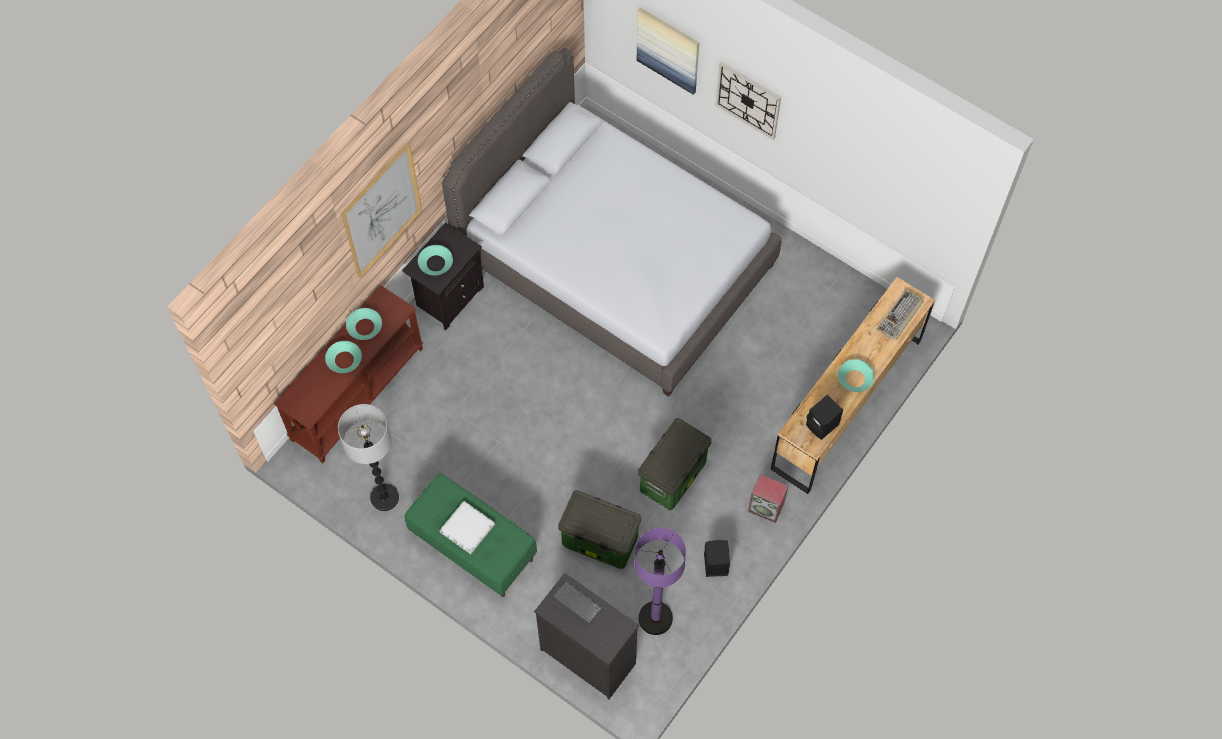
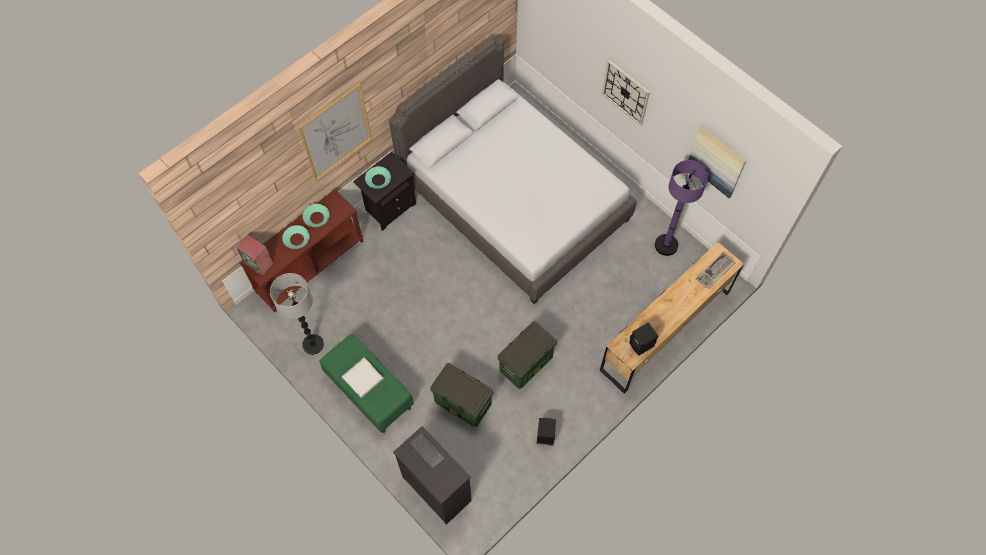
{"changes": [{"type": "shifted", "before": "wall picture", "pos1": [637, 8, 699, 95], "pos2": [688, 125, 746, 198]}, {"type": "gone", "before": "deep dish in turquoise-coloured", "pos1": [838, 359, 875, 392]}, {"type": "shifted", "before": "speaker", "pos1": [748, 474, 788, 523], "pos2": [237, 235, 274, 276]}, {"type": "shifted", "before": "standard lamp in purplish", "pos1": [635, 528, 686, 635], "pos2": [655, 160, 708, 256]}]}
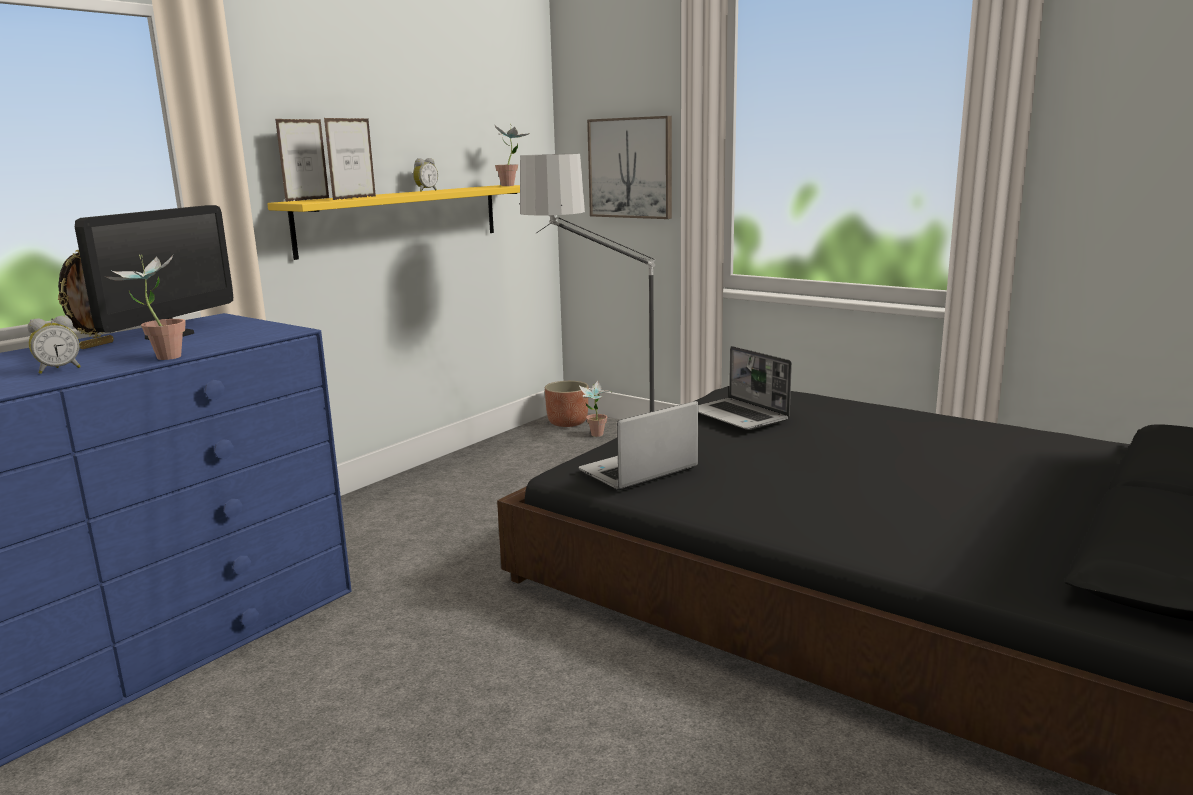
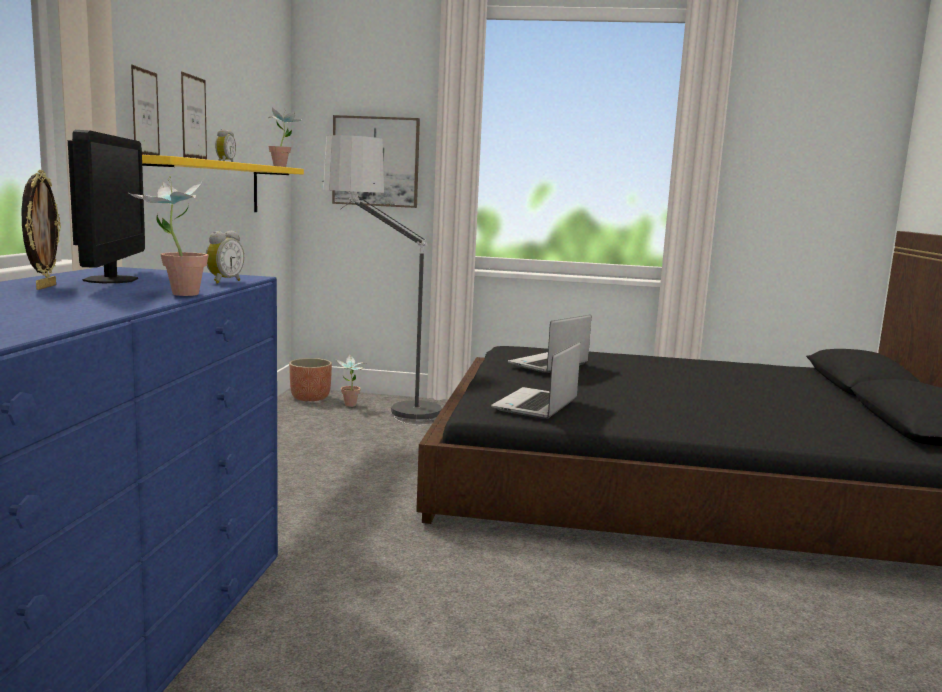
{"changes": [{"type": "shifted", "before": "bedside clock", "pos1": [28, 315, 81, 374], "pos2": [206, 231, 244, 284]}, {"type": "rotated", "before": "portable computer", "pos1": [698, 346, 792, 430], "pos2": [508, 315, 591, 373], "turn": 105}]}
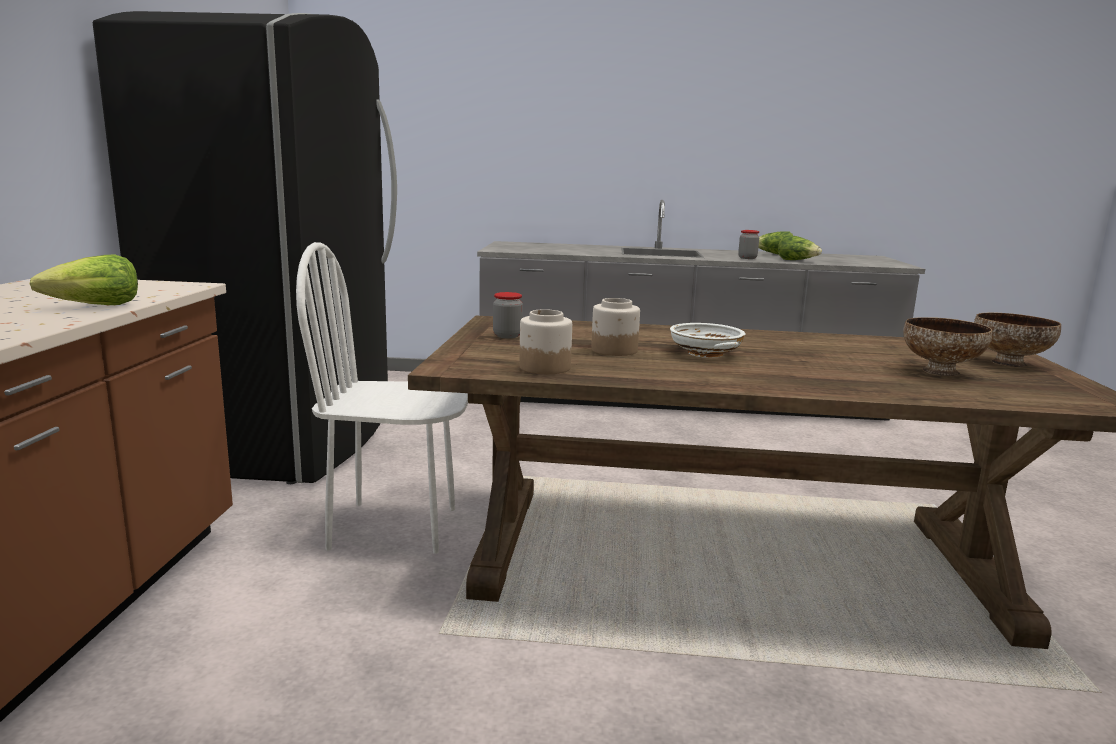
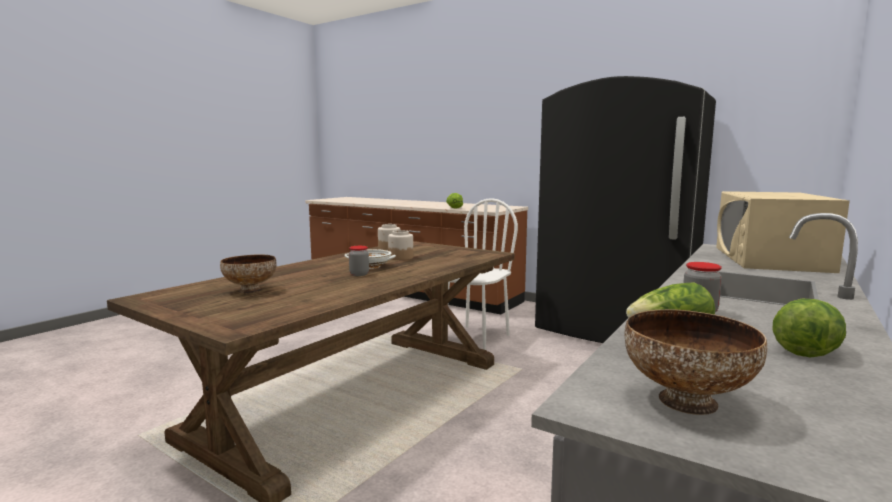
{"changes": [{"type": "shifted", "before": "preserve jar", "pos1": [493, 292, 523, 338], "pos2": [349, 246, 369, 276]}, {"type": "shifted", "before": "deep dish", "pos1": [974, 312, 1061, 367], "pos2": [625, 309, 767, 415]}, {"type": "new", "after": "kitchen microwave in beige-coloured", "pos2": [716, 191, 850, 273]}]}
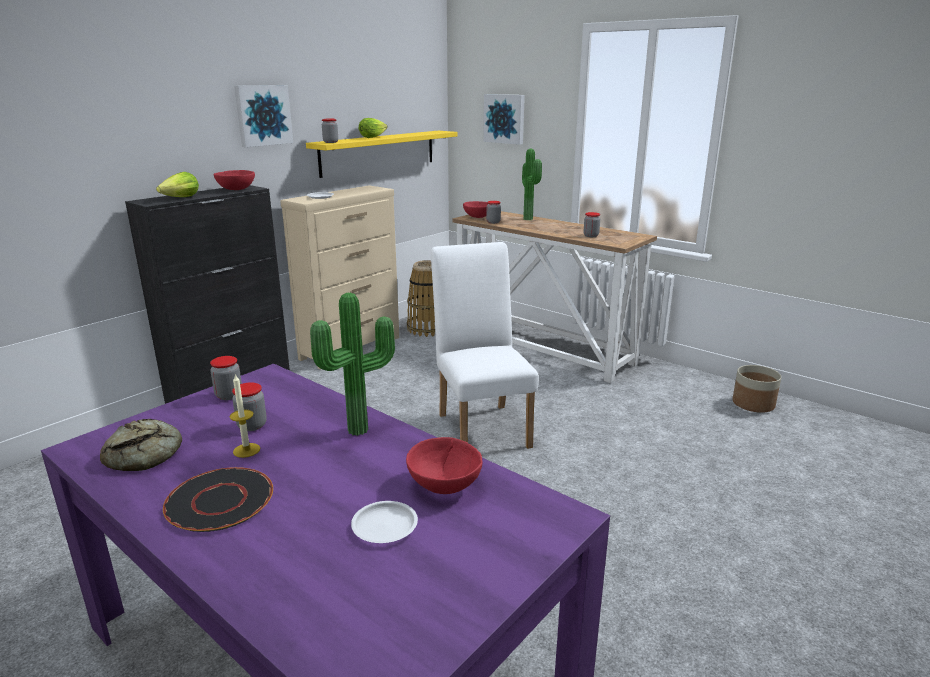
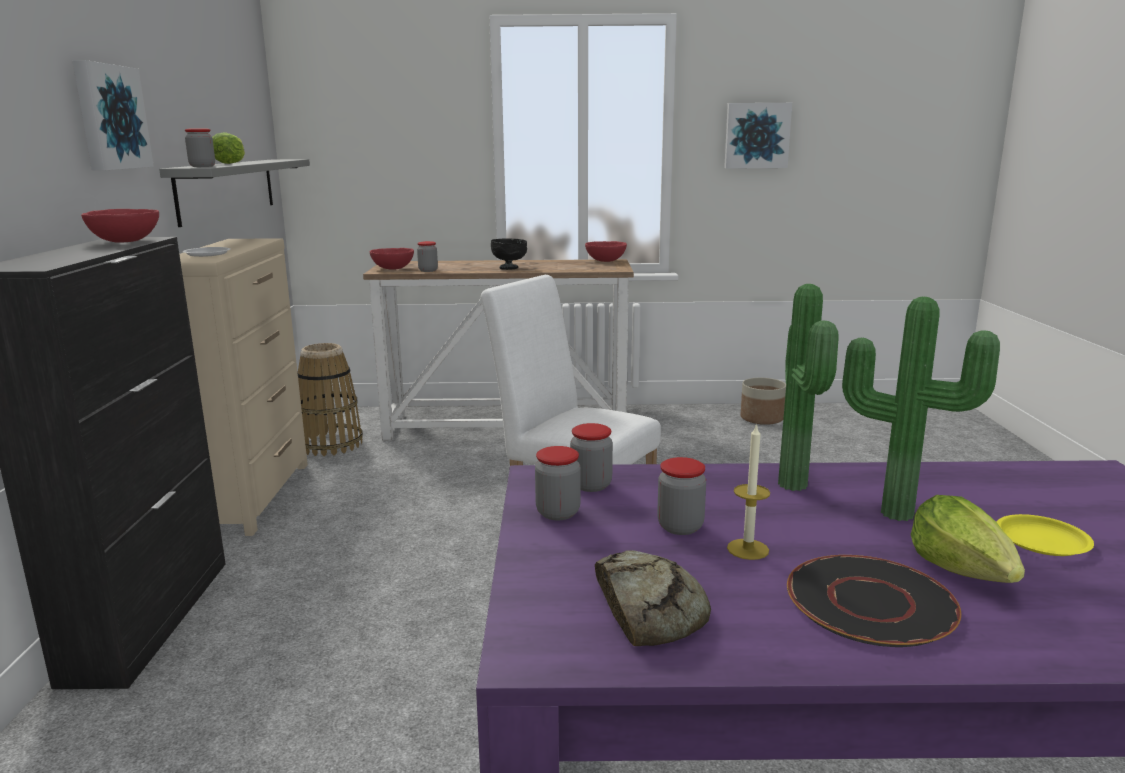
{"changes": [{"type": "shifted", "before": "wall picture", "pos1": [483, 94, 525, 145], "pos2": [724, 103, 792, 169]}, {"type": "repainted", "before": "bracket shelf in yellow", "after": "bracket shelf in greyish", "pos1": [306, 131, 458, 178], "pos2": [159, 159, 310, 227]}, {"type": "shifted", "before": "houseplant", "pos1": [522, 149, 542, 220], "pos2": [842, 297, 1000, 521]}, {"type": "shifted", "before": "lettuce head", "pos1": [156, 172, 199, 197], "pos2": [911, 495, 1025, 583]}, {"type": "shifted", "before": "preserve jar", "pos1": [583, 212, 600, 237], "pos2": [570, 423, 613, 492]}, {"type": "shifted", "before": "deep dish in red", "pos1": [406, 437, 482, 494], "pos2": [585, 241, 627, 262]}, {"type": "repainted", "before": "plate in white-coloured", "after": "plate in yellow", "pos1": [351, 501, 418, 543], "pos2": [997, 514, 1094, 556]}, {"type": "new", "after": "deep dish in blackish", "pos2": [491, 238, 527, 270]}]}
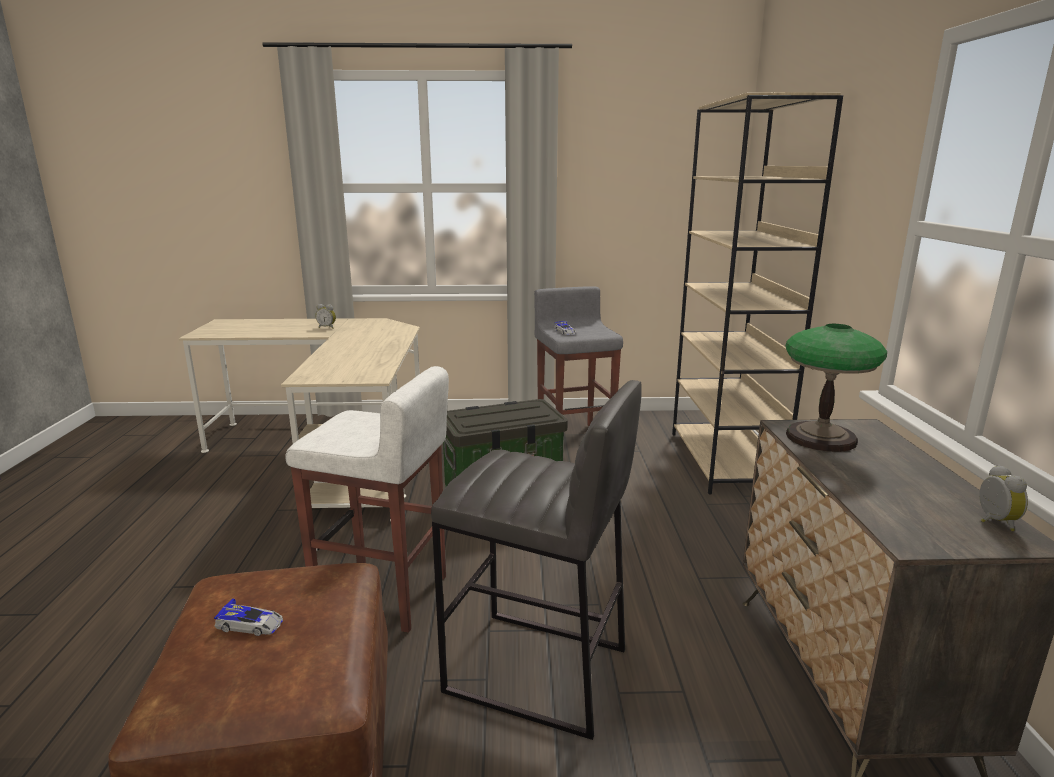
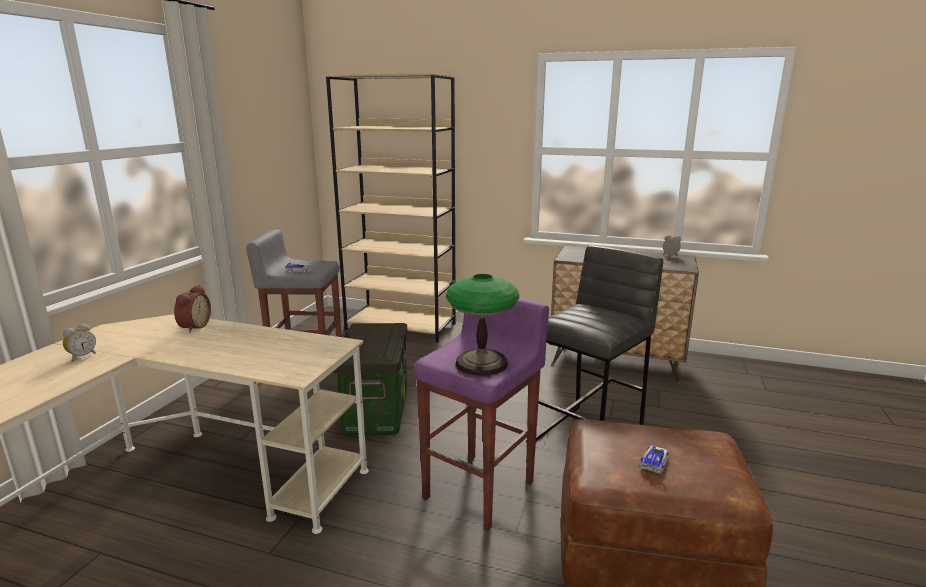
{"changes": [{"type": "shifted", "before": "lamp for a table", "pos1": [786, 324, 887, 452], "pos2": [446, 274, 519, 376]}, {"type": "repainted", "before": "stool seat in white-coloured", "after": "stool seat in purplish", "pos1": [285, 366, 449, 633], "pos2": [414, 298, 549, 531]}, {"type": "new", "after": "bedside clock", "pos2": [174, 285, 211, 333]}]}
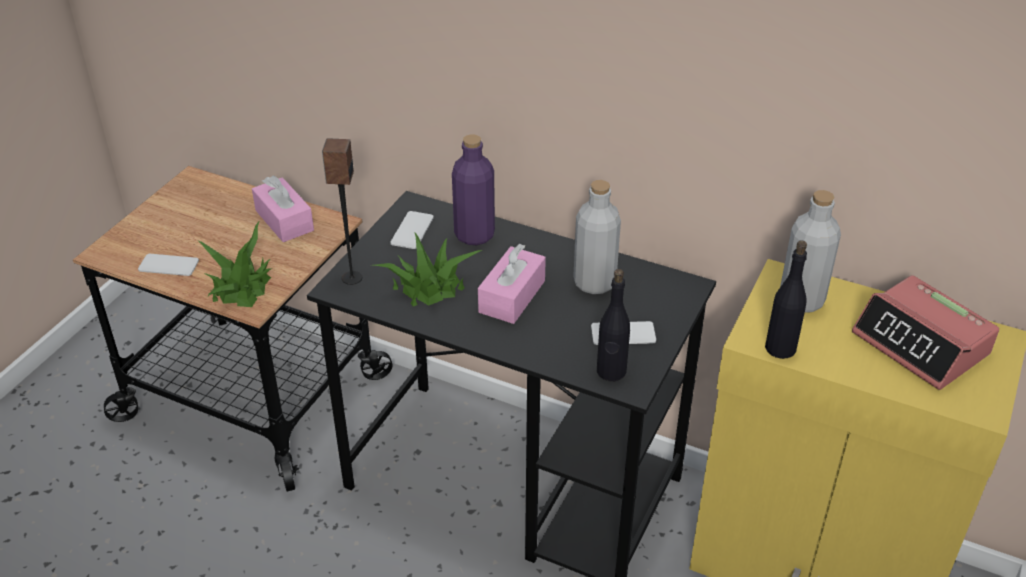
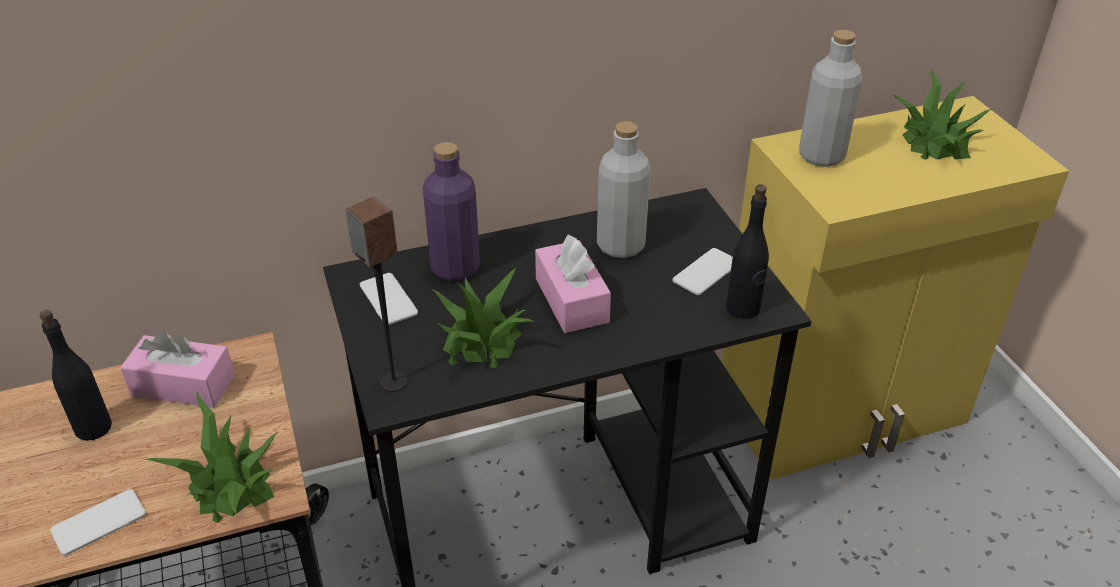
{"changes": [{"type": "shifted", "before": "beverage bottle in blackish", "pos1": [765, 240, 807, 359], "pos2": [40, 310, 112, 441]}, {"type": "swapped", "before": "bedside clock", "after": "houseplant", "pos1": [852, 275, 999, 390], "pos2": [891, 67, 992, 160]}]}
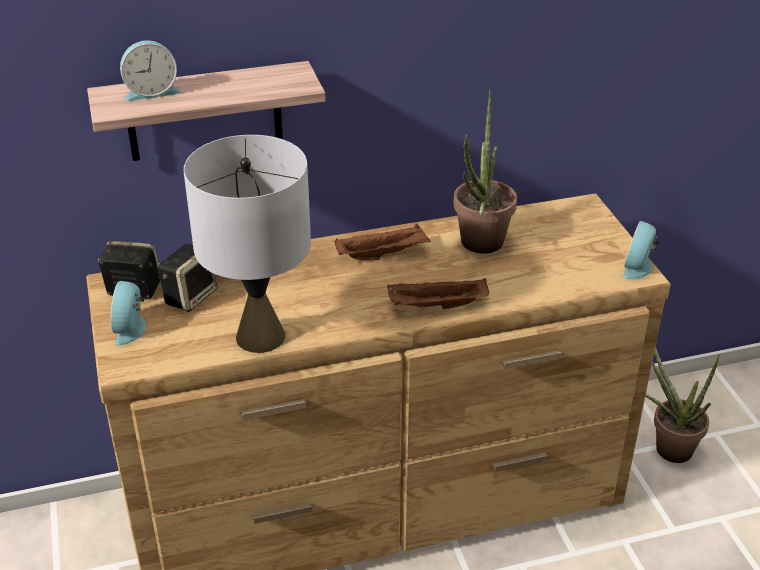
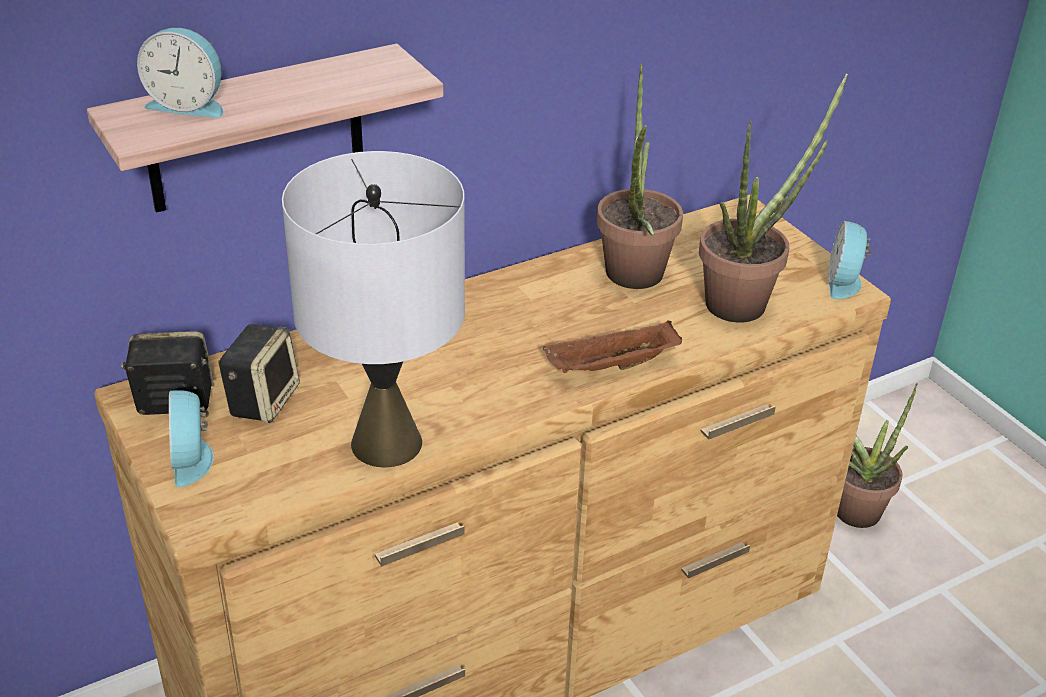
{"changes": [{"type": "rotated", "before": "bedside clock", "pos1": [120, 40, 180, 101], "pos2": [137, 28, 224, 118], "turn": 45}, {"type": "gone", "before": "carrying tray in brown", "pos1": [334, 224, 431, 261]}, {"type": "new", "after": "houseplant", "pos2": [699, 74, 848, 323]}]}
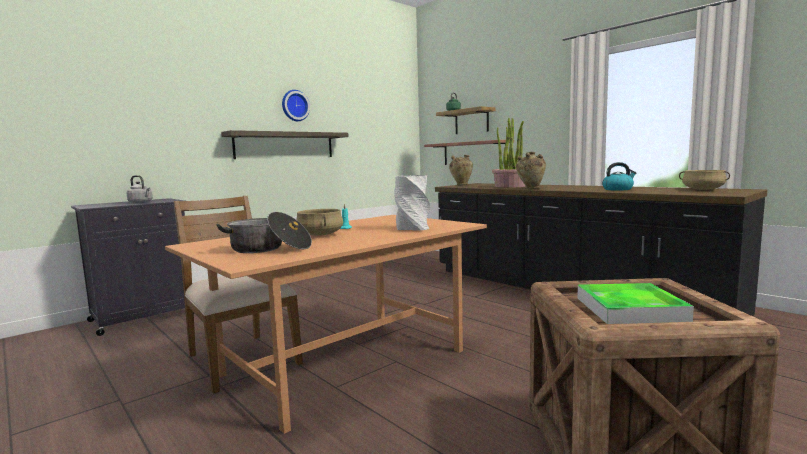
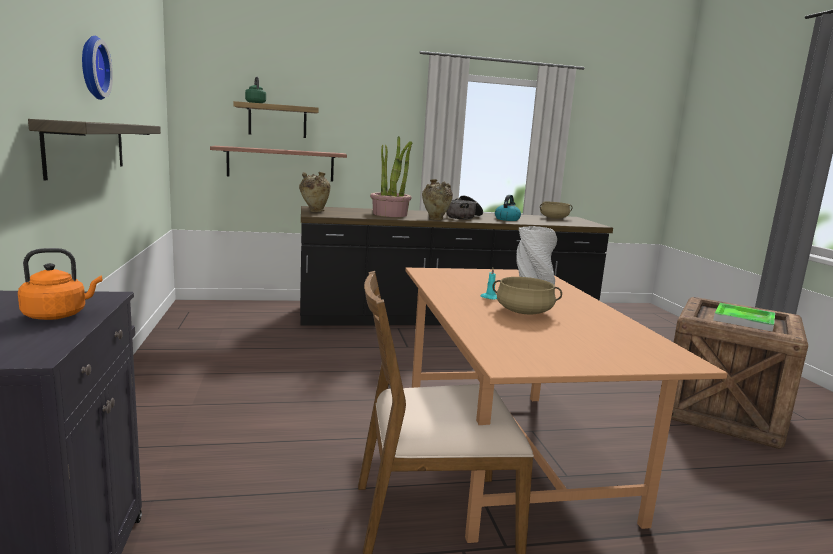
{"changes": [{"type": "repainted", "before": "water kettle in greyish", "after": "water kettle in orange-coloured", "pos1": [127, 175, 152, 203], "pos2": [18, 248, 102, 320]}, {"type": "shifted", "before": "cooking pot", "pos1": [216, 212, 312, 253], "pos2": [447, 196, 483, 219]}]}
